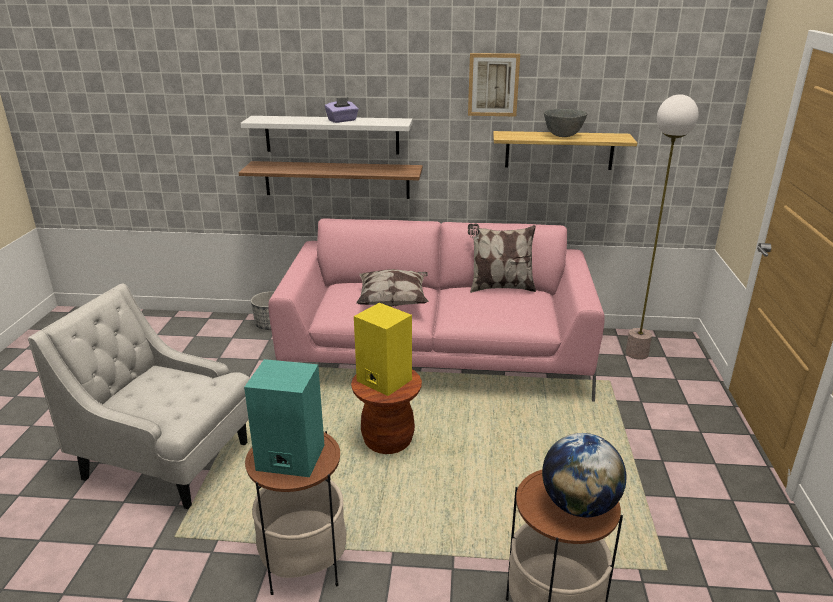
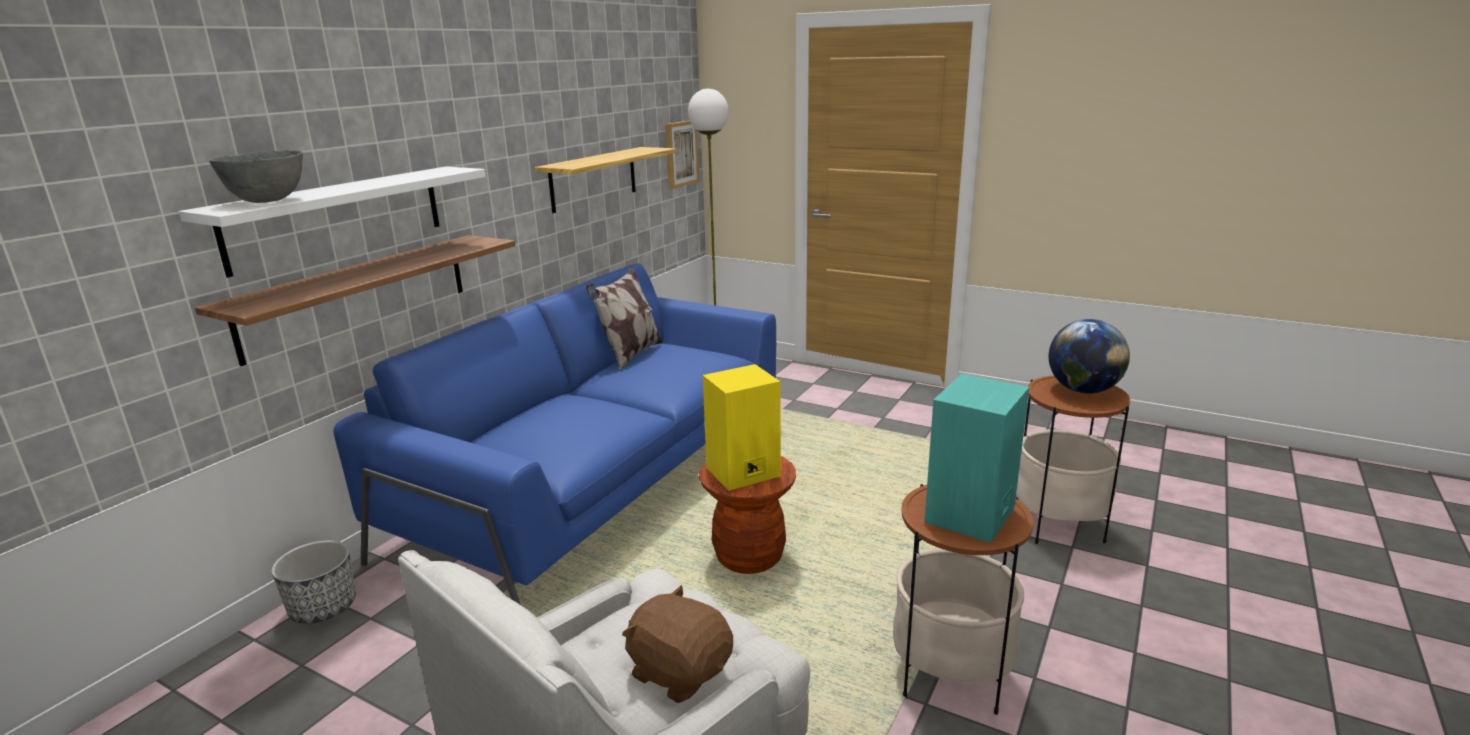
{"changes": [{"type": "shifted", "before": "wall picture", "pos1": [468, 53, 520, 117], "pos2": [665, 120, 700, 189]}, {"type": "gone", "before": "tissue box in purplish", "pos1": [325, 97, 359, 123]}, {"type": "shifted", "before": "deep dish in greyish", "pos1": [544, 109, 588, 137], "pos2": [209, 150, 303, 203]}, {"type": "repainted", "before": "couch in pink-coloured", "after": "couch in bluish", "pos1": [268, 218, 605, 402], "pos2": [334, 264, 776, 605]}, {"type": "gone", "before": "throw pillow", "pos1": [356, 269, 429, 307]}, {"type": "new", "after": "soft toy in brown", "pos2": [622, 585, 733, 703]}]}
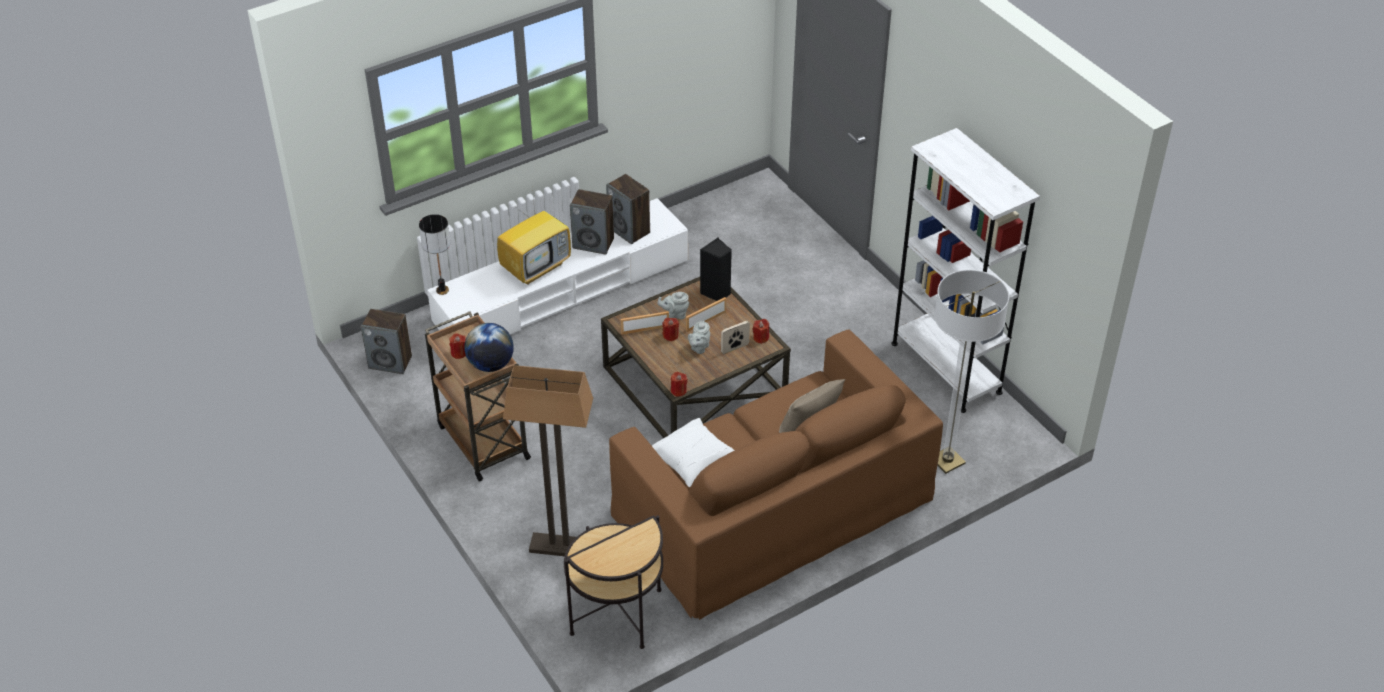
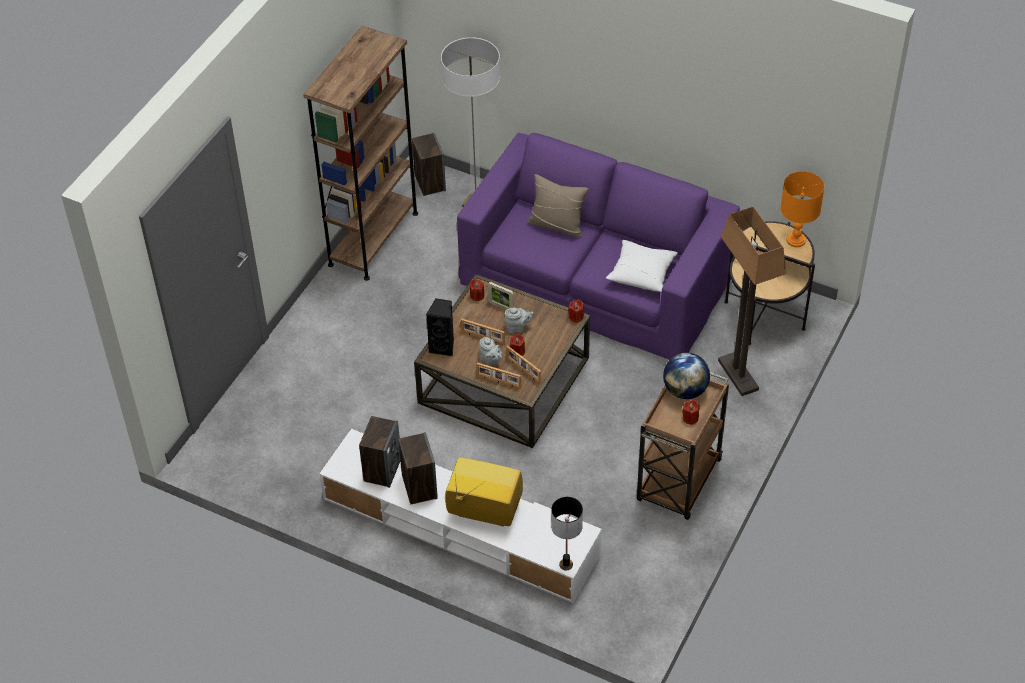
{"changes": [{"type": "repainted", "before": "shelving unit in white-coloured", "after": "shelving unit in brown", "pos1": [891, 128, 1040, 413], "pos2": [303, 26, 418, 281]}, {"type": "shifted", "before": "speaker", "pos1": [361, 309, 412, 374], "pos2": [412, 133, 446, 196]}, {"type": "repainted", "before": "couch in brown", "after": "couch in purplish", "pos1": [609, 329, 943, 620], "pos2": [457, 133, 740, 360]}, {"type": "new", "after": "lamp for a table in orange-coloured", "pos2": [780, 171, 824, 247]}, {"type": "new", "after": "picture frame", "pos2": [476, 362, 522, 389]}]}
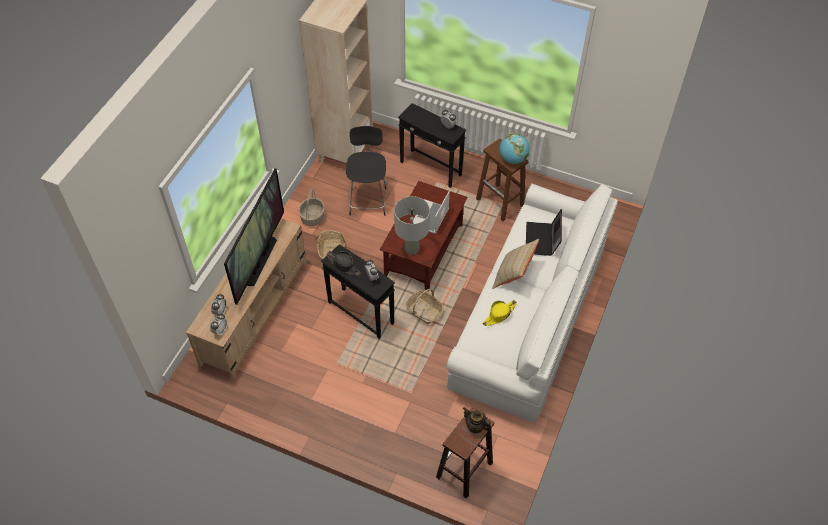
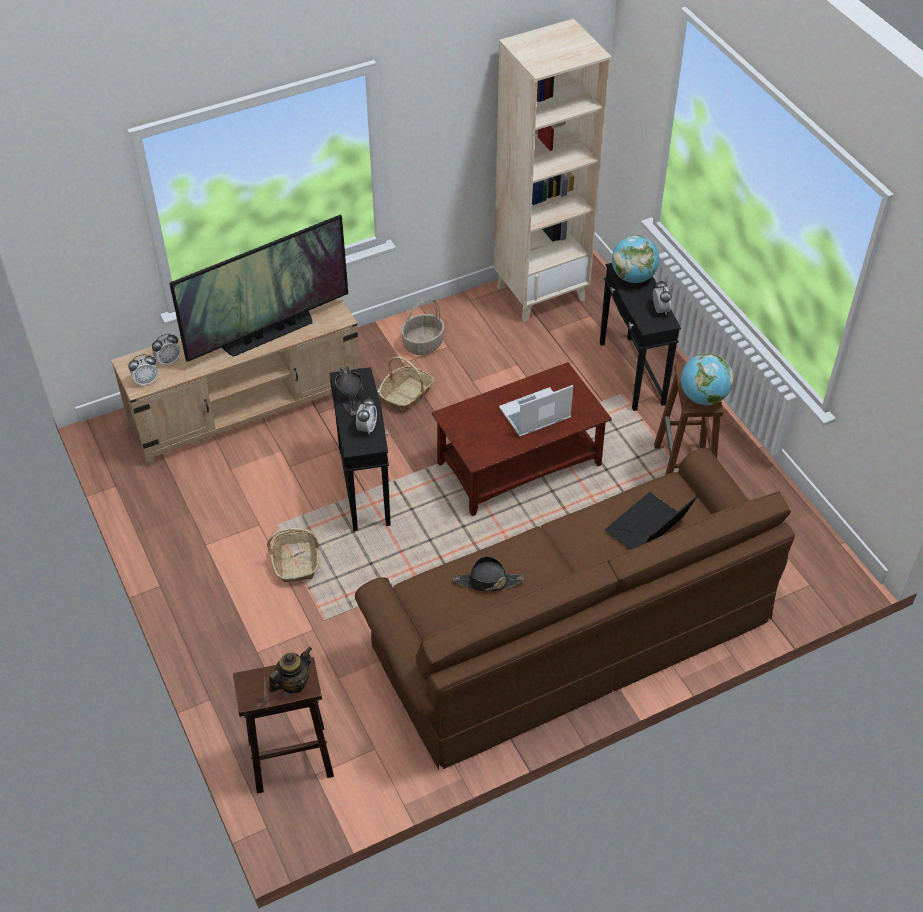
{"changes": [{"type": "gone", "before": "stool seat in blackish", "pos1": [346, 126, 388, 216]}, {"type": "repainted", "before": "couch in white-coloured", "after": "couch in brown", "pos1": [446, 184, 618, 423], "pos2": [355, 448, 795, 770]}, {"type": "gone", "before": "lamp for a table in greyish", "pos1": [394, 196, 430, 255]}, {"type": "gone", "before": "throw pillow in beige-coloured", "pos1": [492, 239, 539, 289]}, {"type": "shifted", "before": "basket", "pos1": [406, 289, 444, 324], "pos2": [267, 528, 319, 582]}, {"type": "repainted", "before": "wearable hat in yellow", "after": "wearable hat in blackish", "pos1": [483, 300, 517, 326], "pos2": [452, 556, 524, 591]}, {"type": "rotated", "before": "tea pot", "pos1": [463, 407, 491, 434], "pos2": [269, 647, 312, 693], "turn": 60}, {"type": "new", "after": "world globe", "pos2": [612, 235, 659, 283]}]}
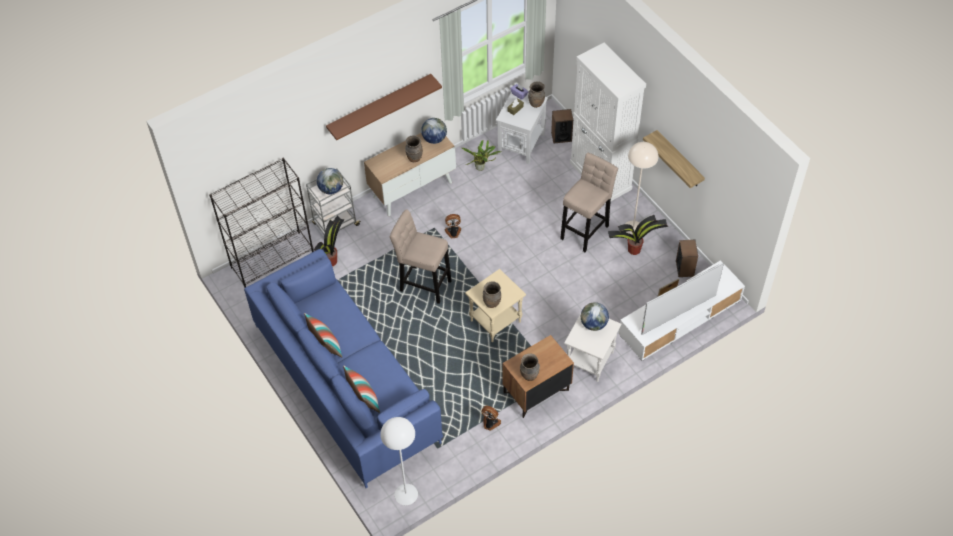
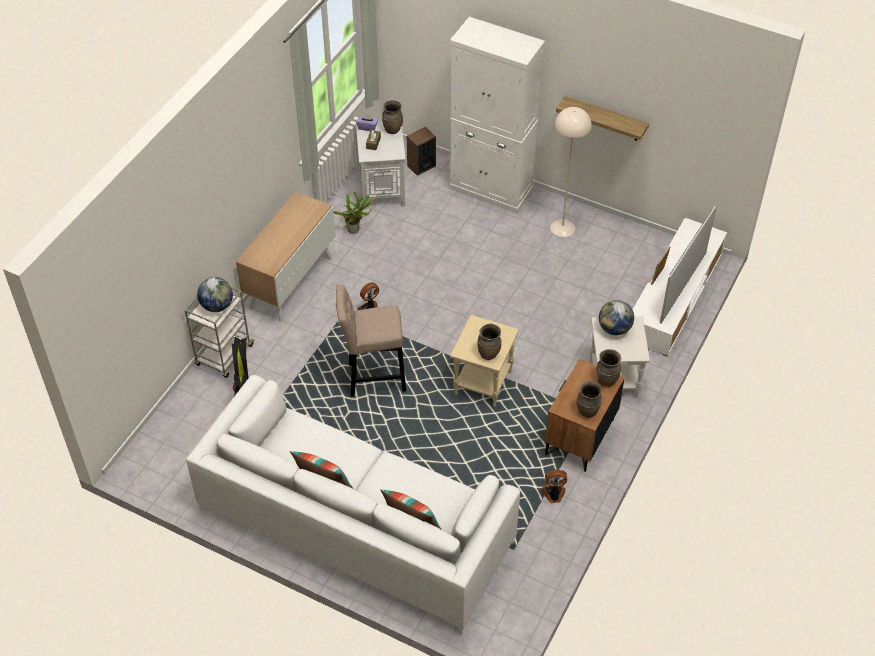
{"changes": [{"type": "gone", "before": "bracket shelf in brown", "pos1": [326, 74, 442, 140]}, {"type": "gone", "before": "world globe", "pos1": [421, 118, 447, 144]}, {"type": "shifted", "before": "flower vase in brown", "pos1": [405, 135, 423, 162], "pos2": [596, 349, 621, 387]}, {"type": "gone", "before": "stool seat in beige-coloured", "pos1": [560, 153, 618, 252]}, {"type": "gone", "before": "shelving unit in blackish", "pos1": [209, 158, 314, 288]}, {"type": "gone", "before": "houseplant", "pos1": [608, 215, 668, 255]}, {"type": "gone", "before": "speaker", "pos1": [676, 240, 698, 277]}, {"type": "repainted", "before": "couch in bluish", "after": "couch in white-coloured", "pos1": [244, 249, 443, 488], "pos2": [186, 375, 520, 635]}, {"type": "gone", "before": "standard lamp in white-coloured", "pos1": [380, 417, 418, 505]}]}
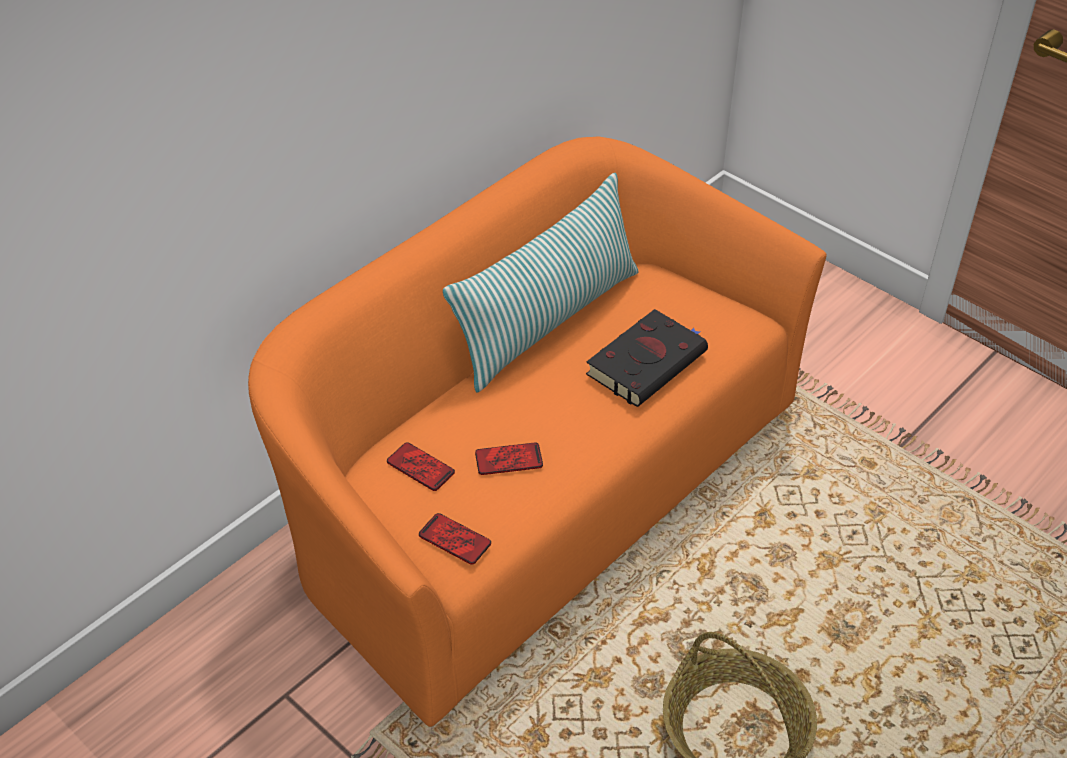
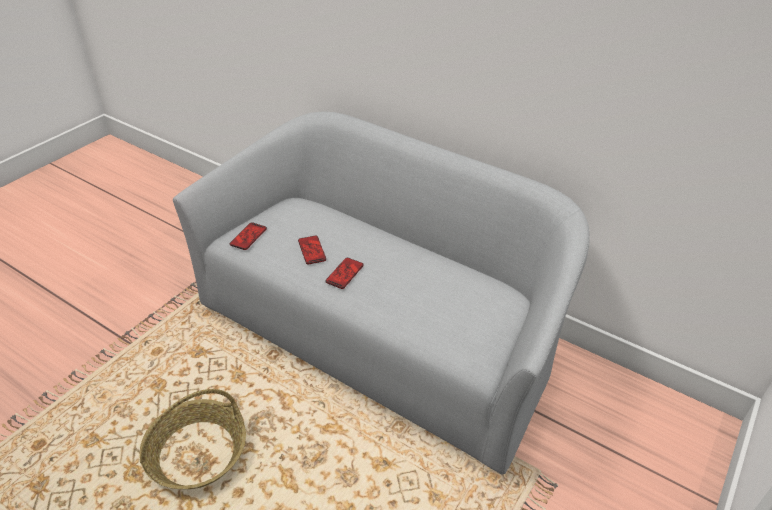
{"changes": [{"type": "repainted", "before": "couch in orange-coloured", "after": "couch in greyish", "pos1": [248, 136, 827, 727], "pos2": [173, 111, 590, 475]}, {"type": "gone", "before": "throw pillow", "pos1": [443, 173, 639, 393]}, {"type": "gone", "before": "bound book in blackish", "pos1": [586, 309, 708, 407]}, {"type": "shifted", "before": "handset", "pos1": [387, 442, 455, 491], "pos2": [325, 258, 364, 289]}]}
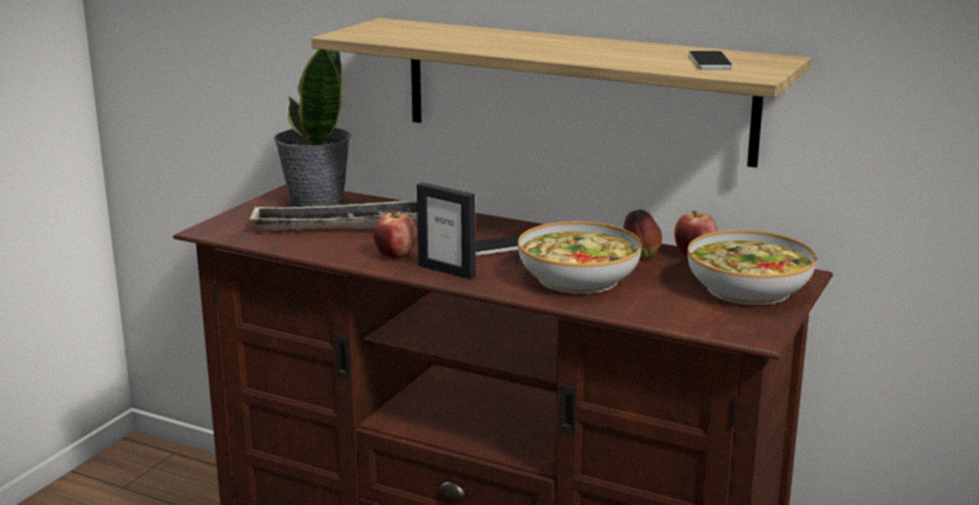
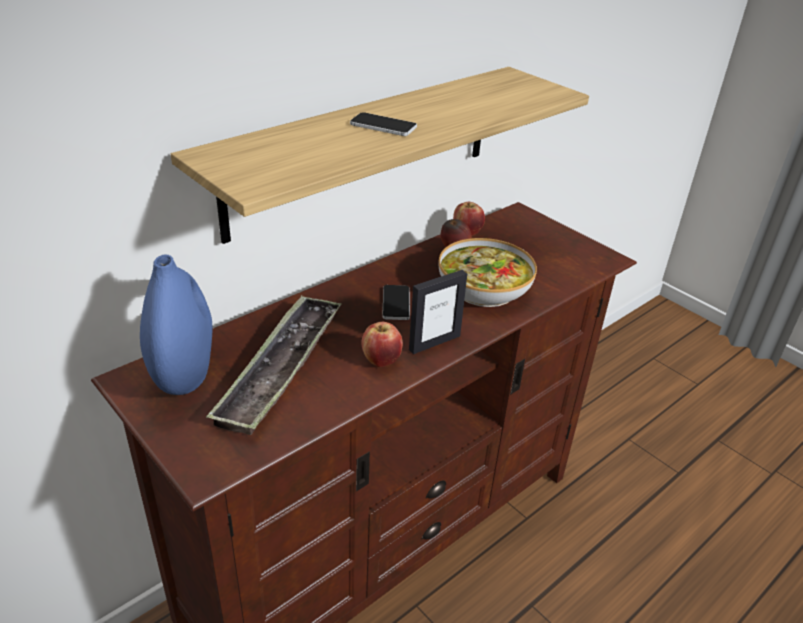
{"changes": [{"type": "swapped", "before": "houseplant", "after": "flower vase in bluish", "pos1": [274, 49, 351, 207], "pos2": [140, 255, 213, 395]}, {"type": "shifted", "before": "handset", "pos1": [689, 51, 733, 70], "pos2": [350, 112, 417, 136]}, {"type": "gone", "before": "deep dish", "pos1": [687, 230, 816, 305]}]}
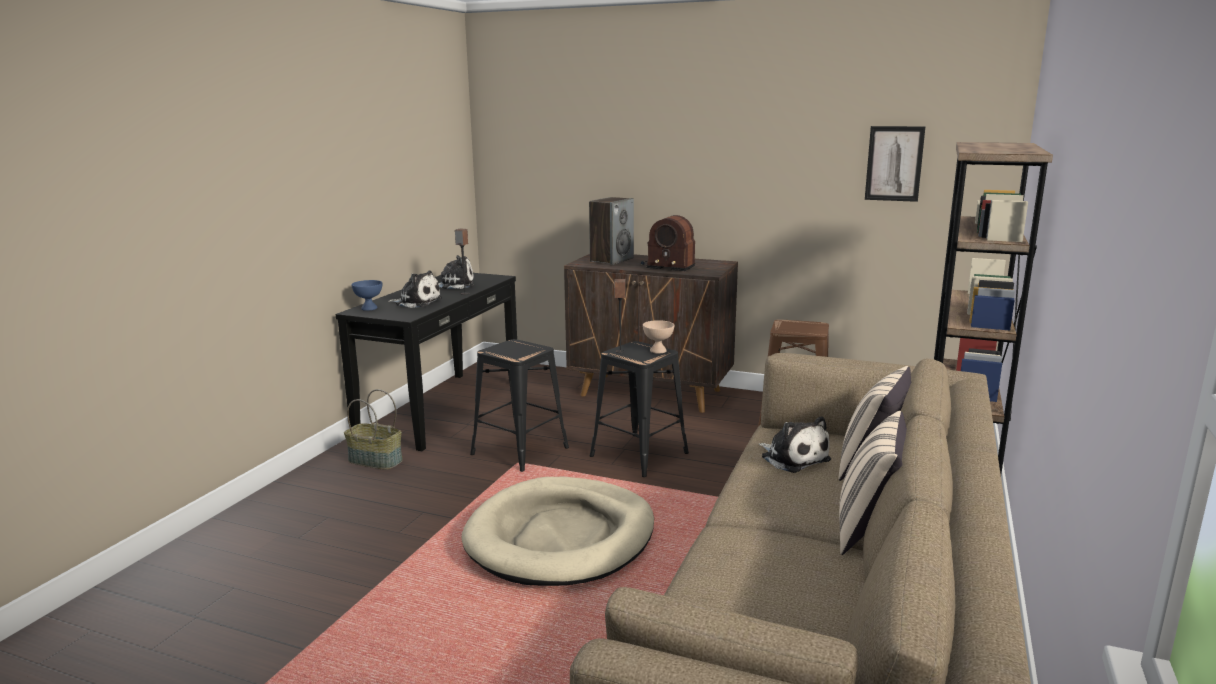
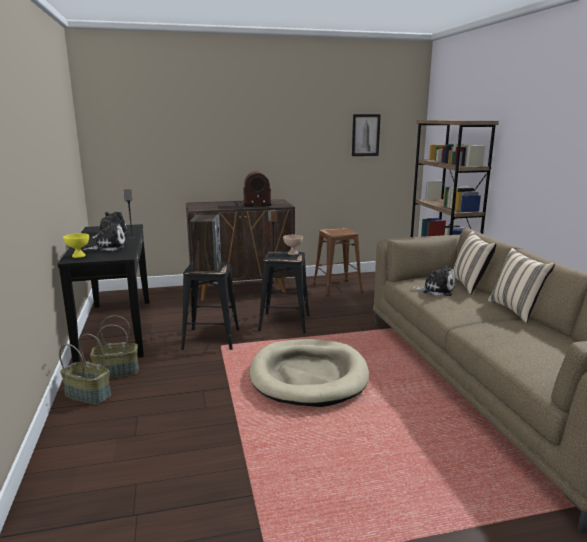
{"changes": [{"type": "shifted", "before": "speaker", "pos1": [589, 197, 634, 265], "pos2": [190, 214, 221, 272]}, {"type": "repainted", "before": "deep dish in bluish", "after": "deep dish in yellow", "pos1": [351, 280, 382, 311], "pos2": [63, 233, 89, 258]}, {"type": "new", "after": "basket", "pos2": [59, 334, 111, 405]}]}
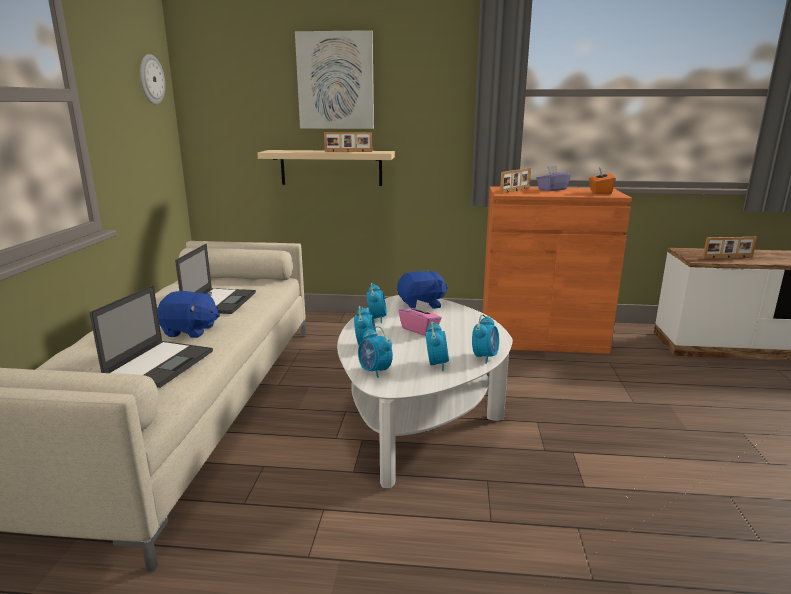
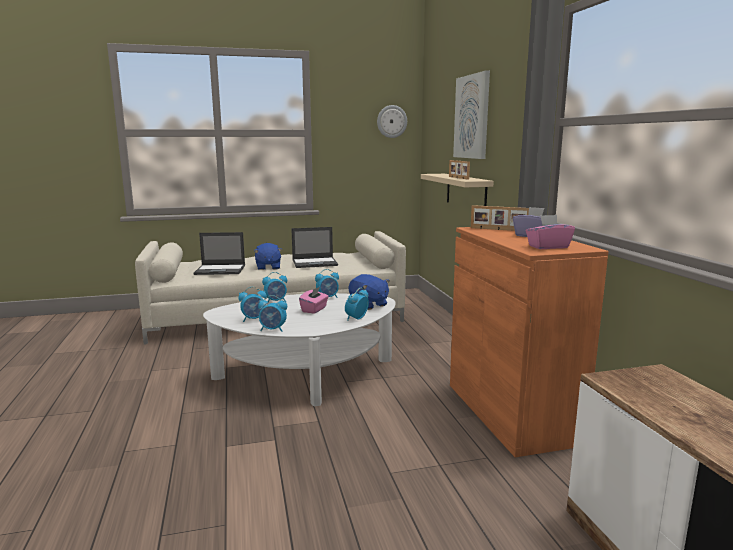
{"changes": [{"type": "repainted", "before": "tissue box in orange-coloured", "after": "tissue box in pink-coloured", "pos1": [589, 168, 616, 194], "pos2": [526, 215, 575, 249]}, {"type": "gone", "before": "picture frame", "pos1": [703, 237, 757, 259]}, {"type": "shifted", "before": "bedside clock", "pos1": [358, 326, 393, 378], "pos2": [345, 288, 369, 321]}]}
